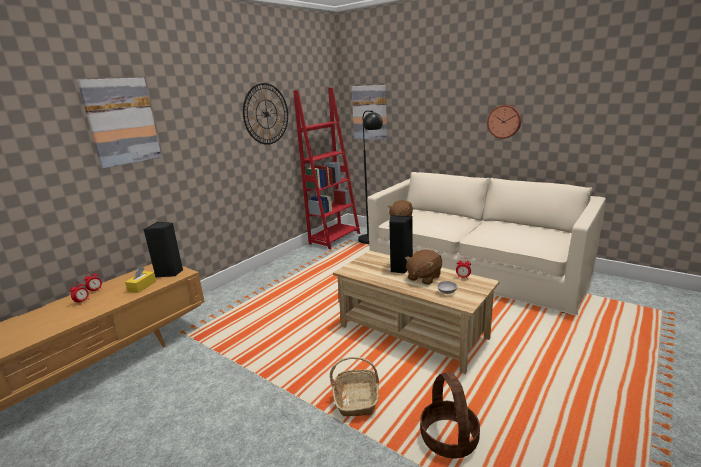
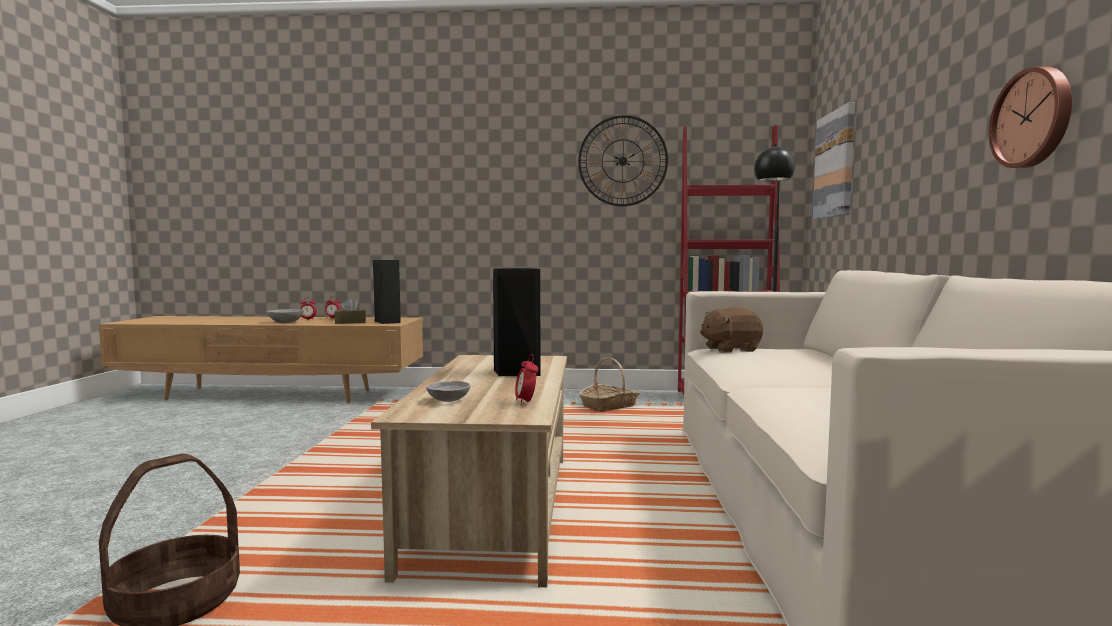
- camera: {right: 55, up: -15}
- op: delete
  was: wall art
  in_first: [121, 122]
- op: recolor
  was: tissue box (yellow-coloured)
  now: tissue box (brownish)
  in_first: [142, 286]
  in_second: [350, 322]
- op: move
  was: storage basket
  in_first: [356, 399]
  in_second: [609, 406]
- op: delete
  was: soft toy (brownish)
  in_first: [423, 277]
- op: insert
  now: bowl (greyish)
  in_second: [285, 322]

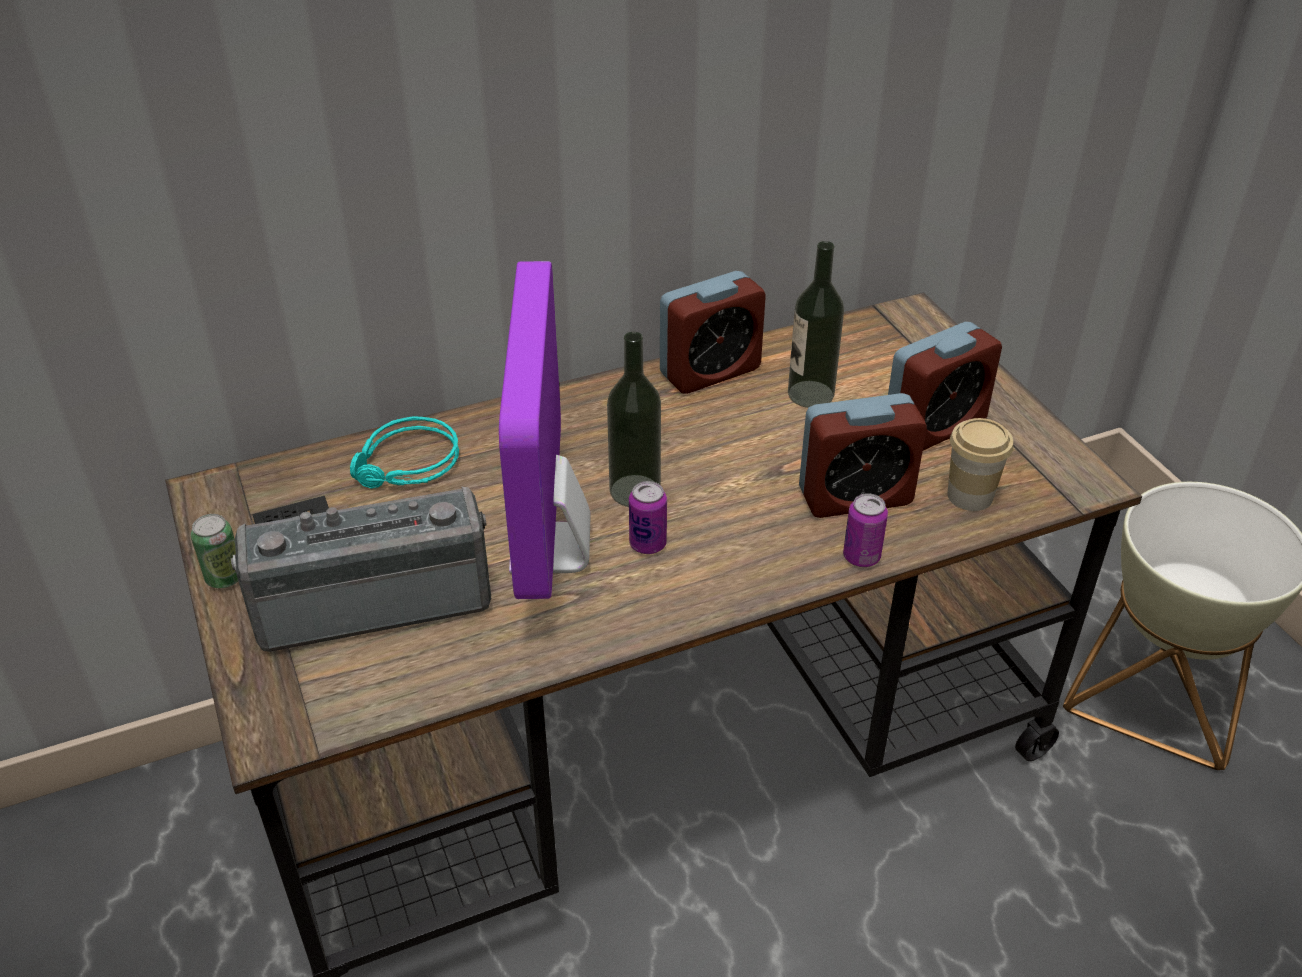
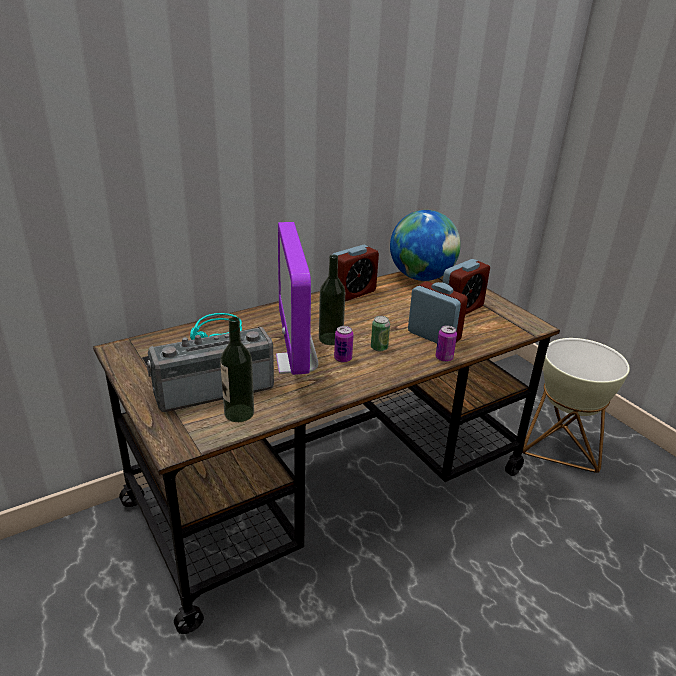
- camera: {right: -10, up: -10}
- op: move
  was: metal can
  in_first: [224, 577]
  in_second: [379, 348]
- op: move
  was: drink bottle
  in_first: [810, 394]
  in_second: [239, 413]
- op: rotate
  was: table clock
  in_first: [855, 496]
  in_second: [434, 336]
  clockwise: -120
- op: delete
  was: cup
  in_first: [970, 496]
- op: insert
  now: globe
  in_second: [421, 277]

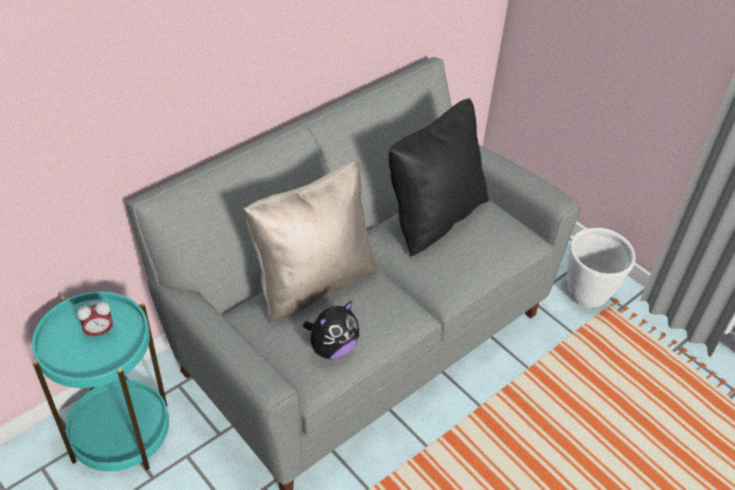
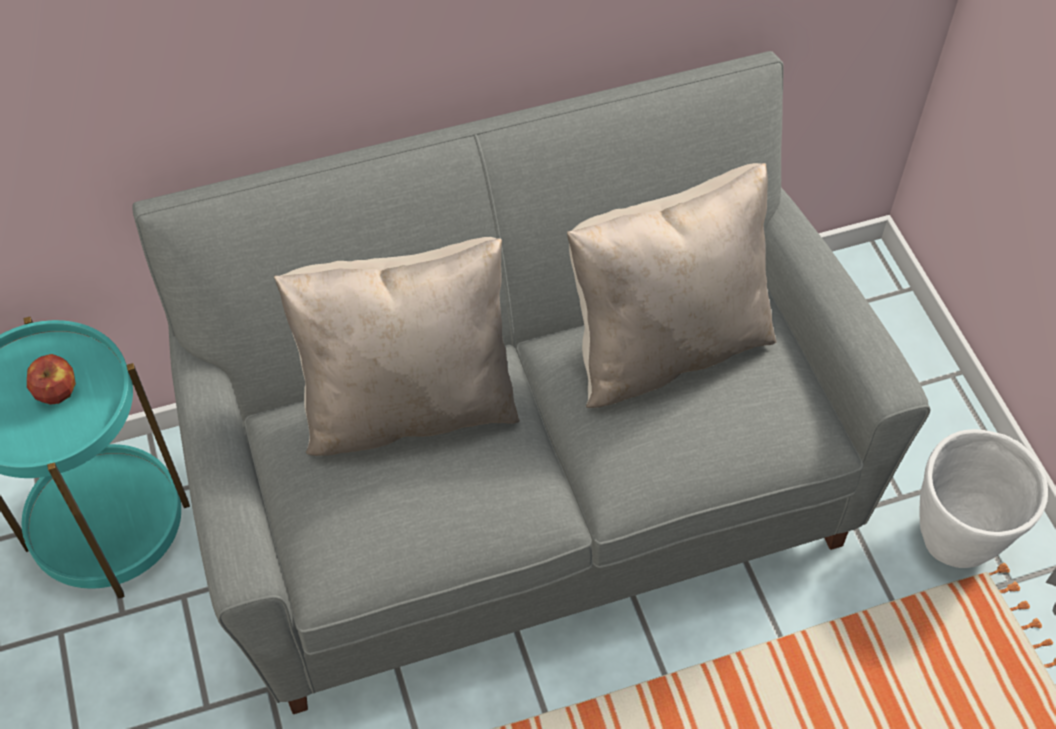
- camera: {right: 25, up: 10}
- op: replace
  was: table clock
  now: apple fruit
  in_first: [99, 332]
  in_second: [57, 391]
- op: delete
  was: soft toy
  in_first: [332, 348]
- op: recolor
  was: throw pillow (black)
  now: throw pillow (beige-coloured)
  in_first: [433, 217]
  in_second: [665, 345]

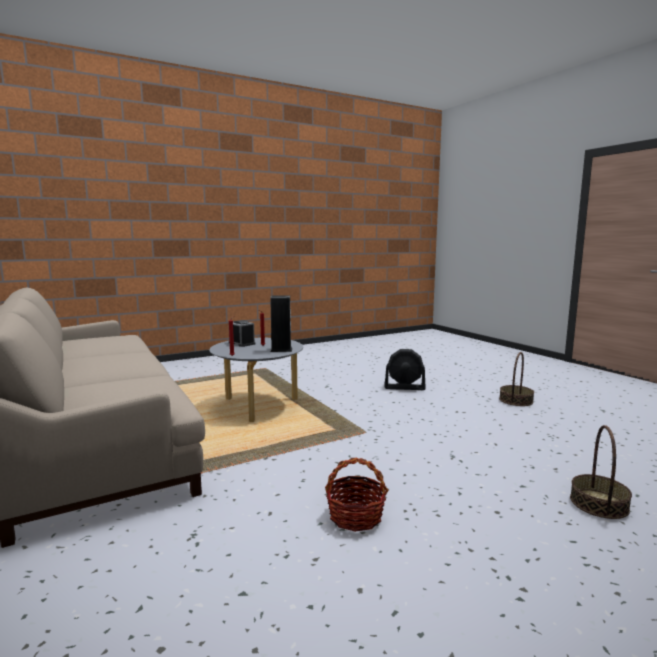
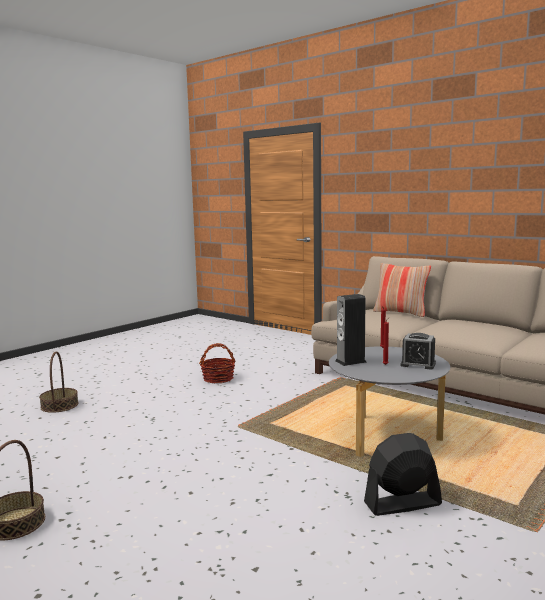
- camera: {right: 160, up: 0}
- op: move
  was: cooling fan (black)
  in_first: [404, 387]
  in_second: [402, 503]
- op: insert
  now: throw pillow
  in_second: [400, 313]

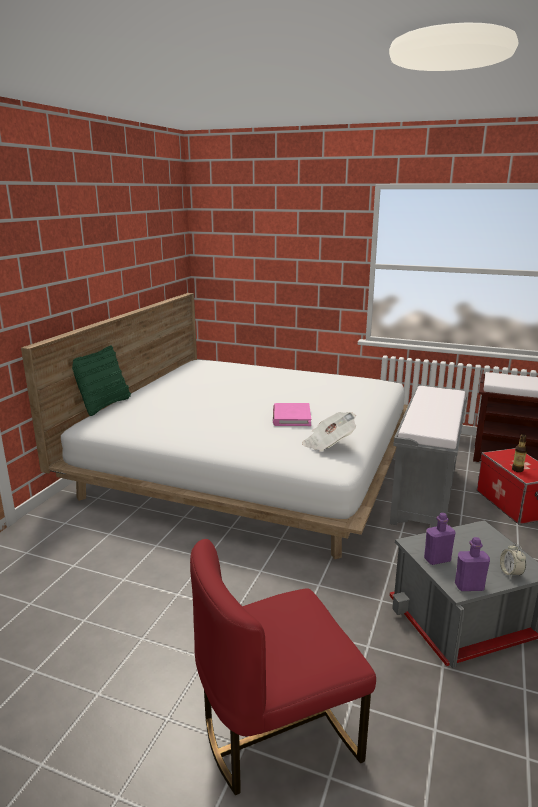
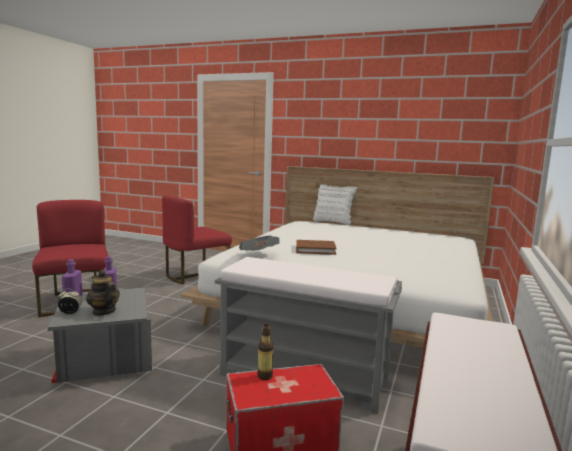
- camera: {right: 90, up: -10}
- op: recolor
  was: throw pillow (greenish)
  now: throw pillow (white)
  in_first: [104, 405]
  in_second: [333, 222]
- op: recolor
  was: bound book (pink)
  now: bound book (brownish)
  in_first: [291, 417]
  in_second: [315, 249]
- op: insert
  now: teapot
  in_second: [103, 311]
- op: insert
  now: chair (red-coloured)
  in_second: [195, 275]

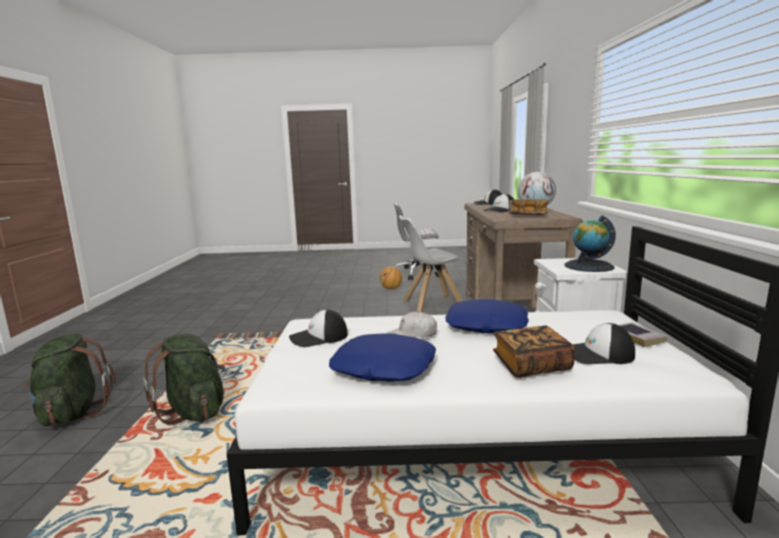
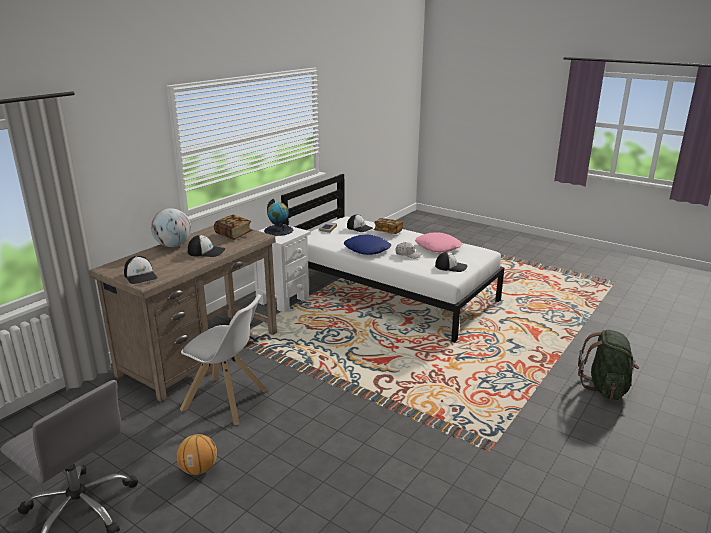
- camera: {right: -145, up: 10}
- op: delete
  was: knapsack (greenish)
  in_first: [194, 411]
- op: recolor
  was: throw pillow (bluish)
  now: throw pillow (pink)
  in_first: [383, 368]
  in_second: [438, 247]

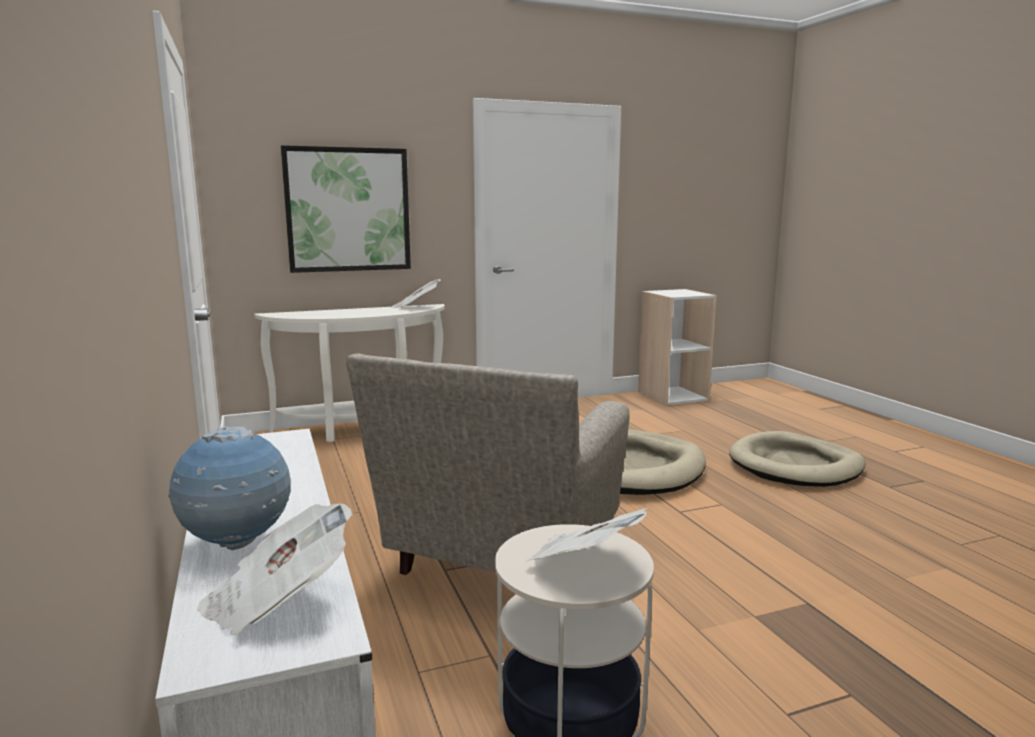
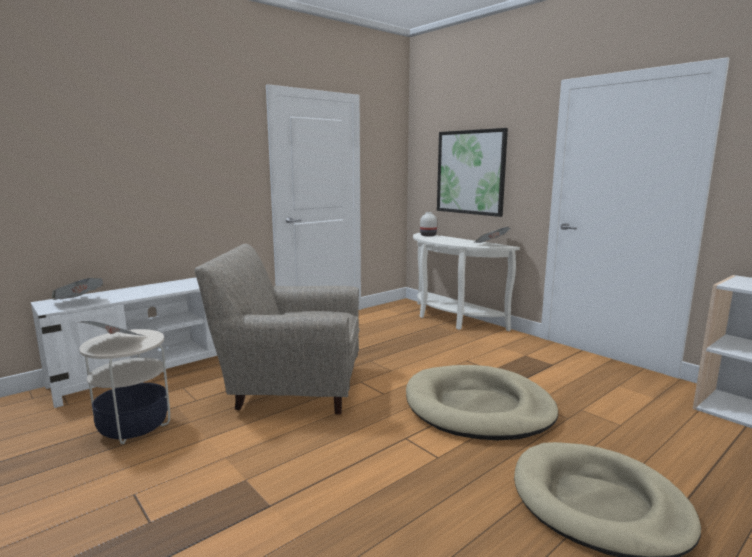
- camera: {right: 70, up: 0}
- op: delete
  was: globe
  in_first: [237, 544]
- op: insert
  now: vase (white)
  in_second: [428, 235]

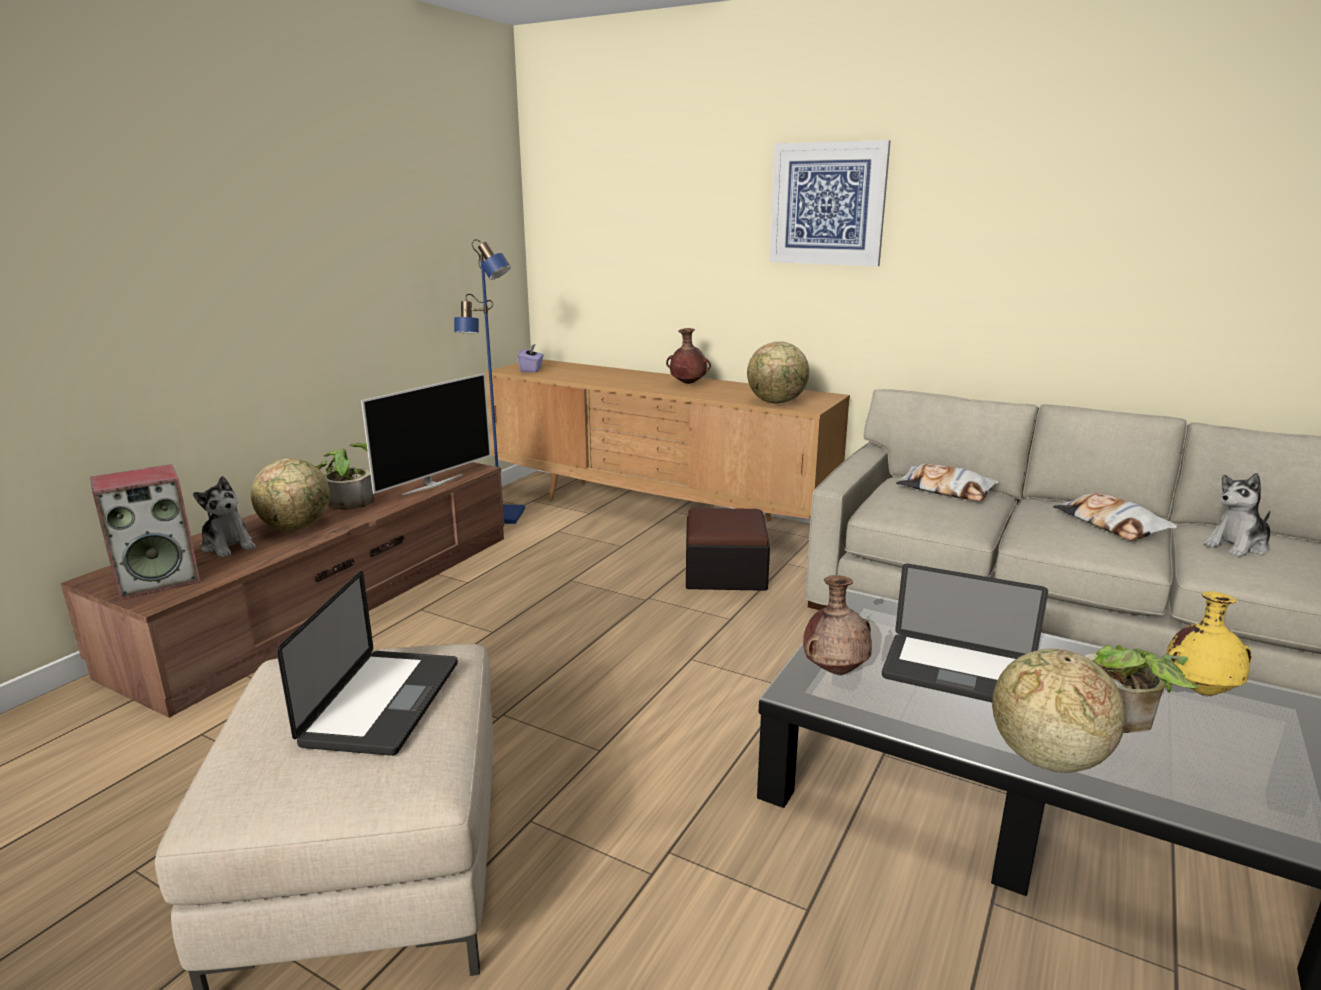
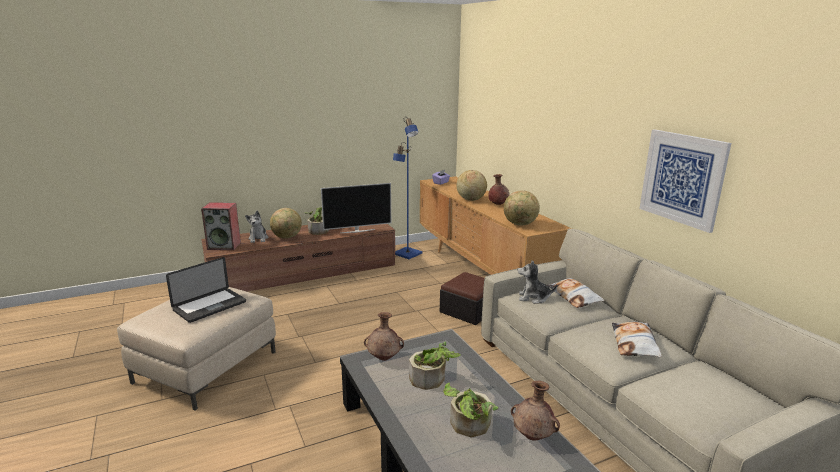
- camera: {right: 35, up: 0}
- op: move
  was: wall art
  in_first: [827, 204]
  in_second: [682, 178]
- op: replace
  was: laptop
  now: potted plant
  in_first: [958, 673]
  in_second: [432, 380]
- op: move
  was: globe
  in_first: [1046, 758]
  in_second: [470, 199]
- op: recolor
  was: vase (yellow-coloured)
  now: vase (brownish)
  in_first: [1200, 690]
  in_second: [533, 436]
- op: move
  was: soft toy
  in_first: [1237, 546]
  in_second: [533, 298]

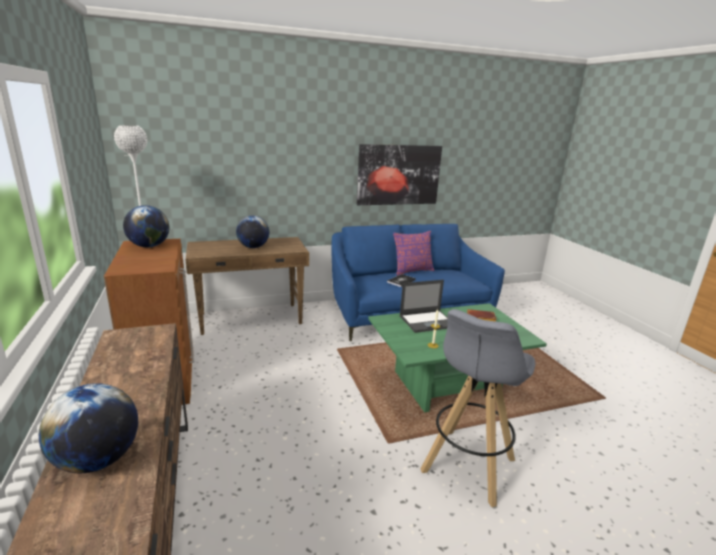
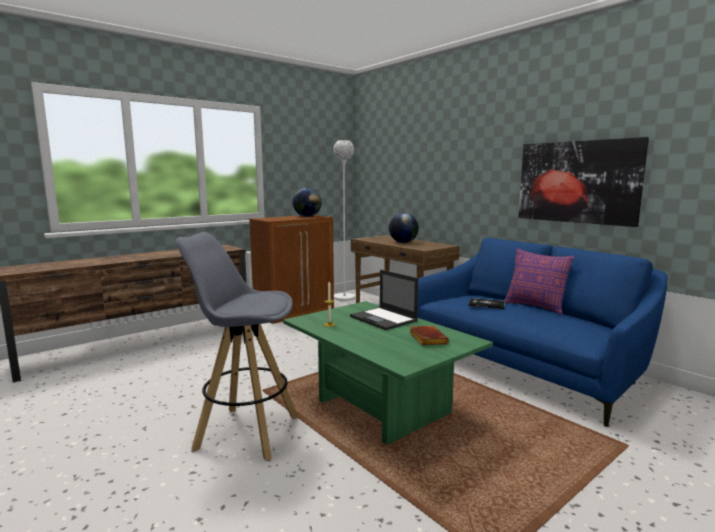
- camera: {right: 70, up: -10}
- op: delete
  was: globe
  in_first: [98, 460]

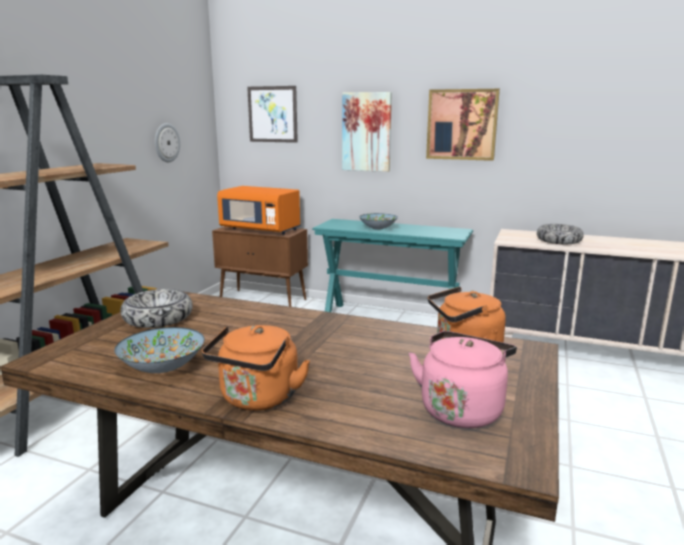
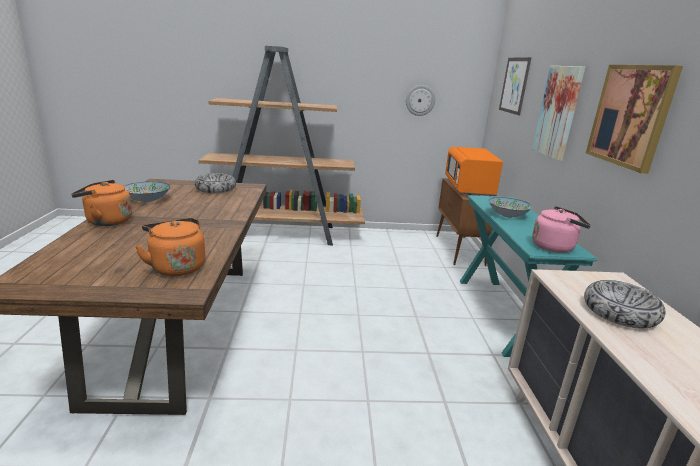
- camera: {right: 65, up: 5}
- op: move
  was: kettle (pink)
  in_first: [462, 409]
  in_second: [555, 247]

